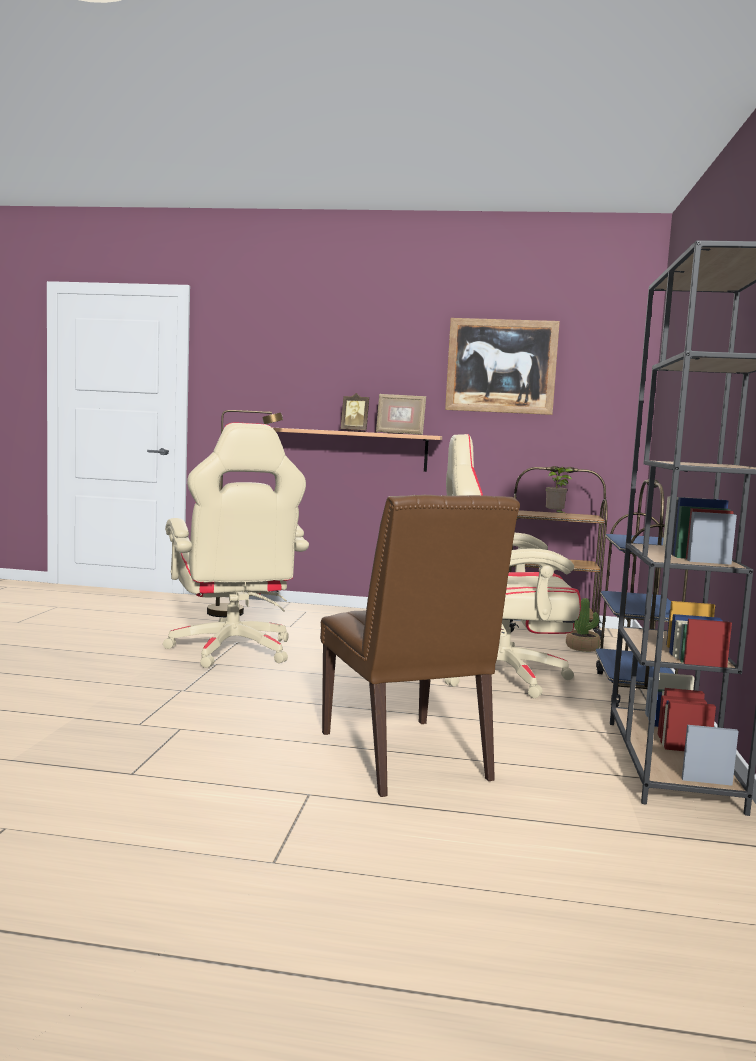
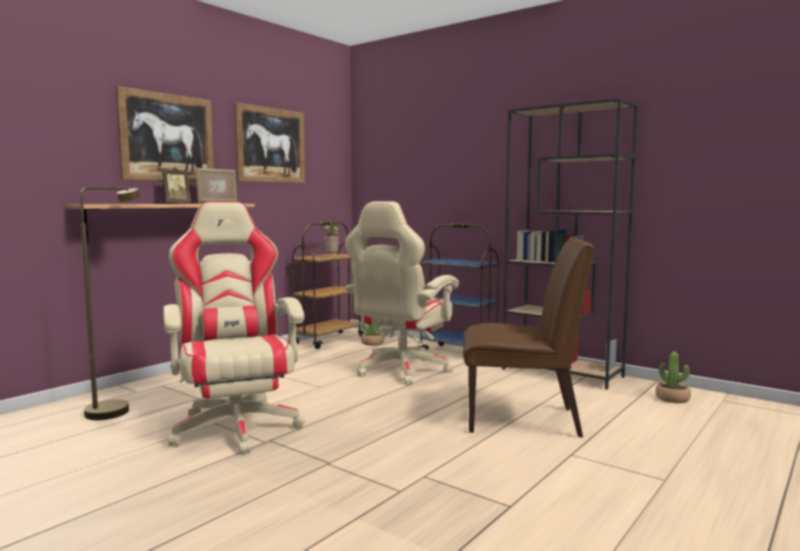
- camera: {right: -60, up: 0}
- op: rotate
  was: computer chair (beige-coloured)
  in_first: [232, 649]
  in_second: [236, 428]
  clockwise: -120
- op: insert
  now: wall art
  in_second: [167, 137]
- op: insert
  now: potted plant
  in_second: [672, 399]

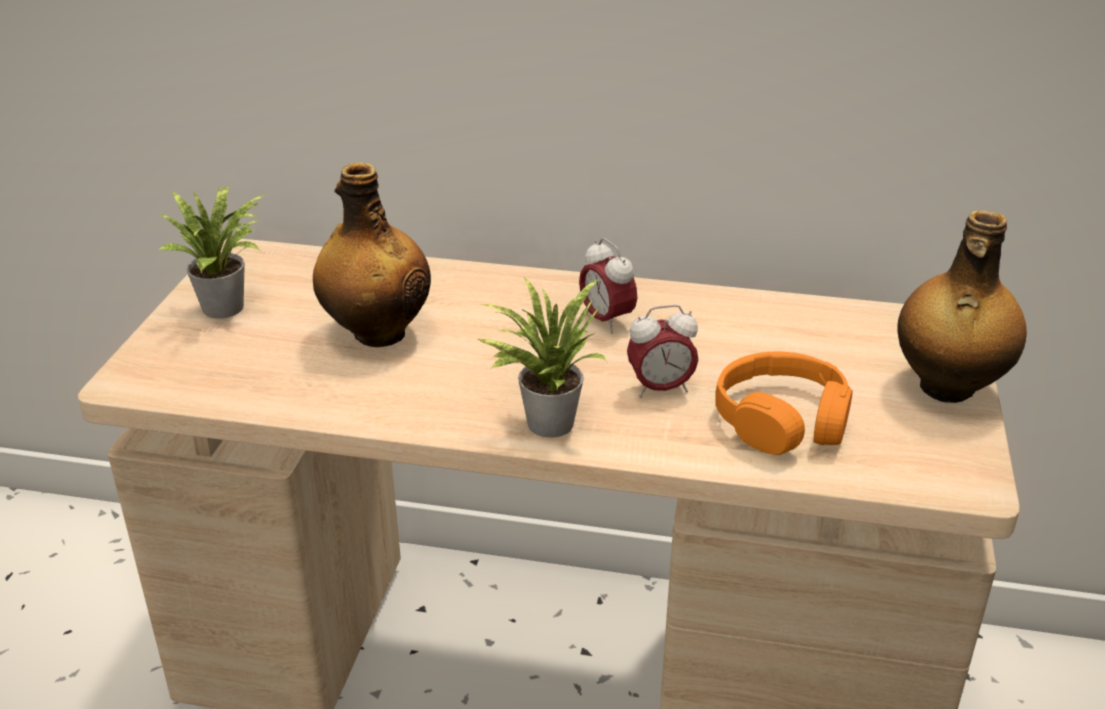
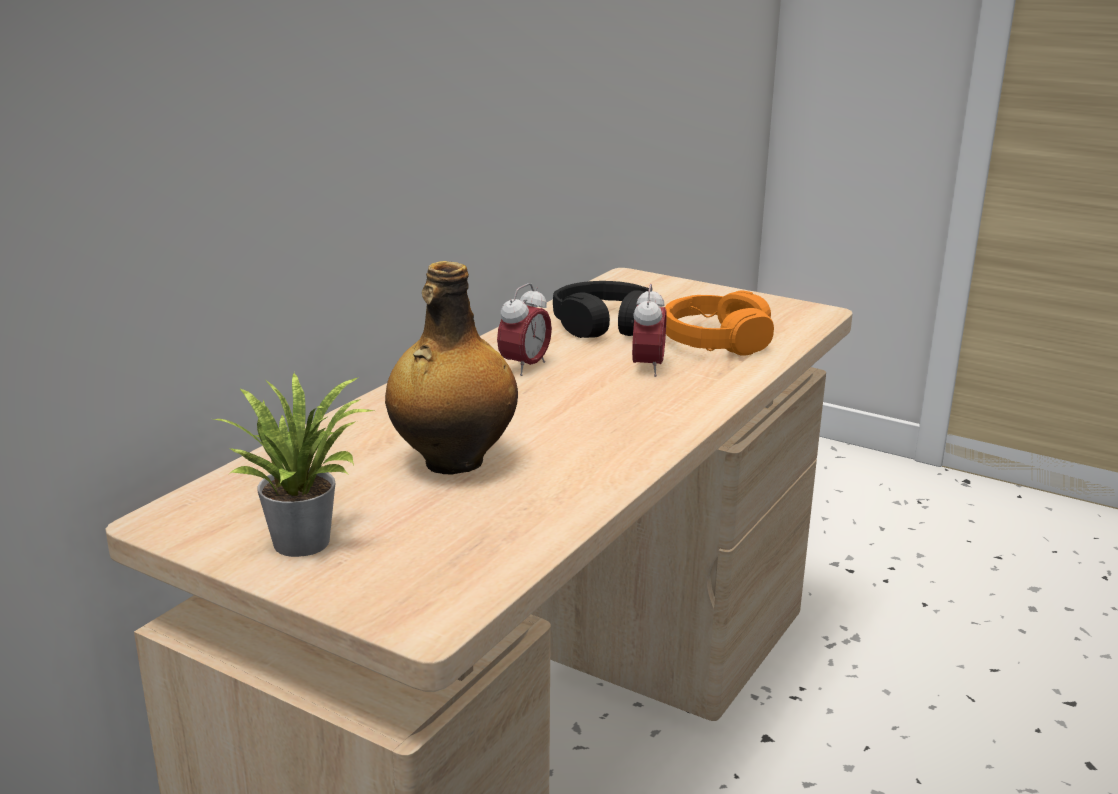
- camera: {right: -70, up: -10}
- op: delete
  was: potted plant
  in_first: [545, 421]
- op: rotate
  was: table clock
  in_first: [606, 320]
  in_second: [524, 367]
  clockwise: -45
- op: delete
  was: drink bottle
  in_first: [946, 388]
- op: insert
  now: headset (black)
  in_second: [604, 325]

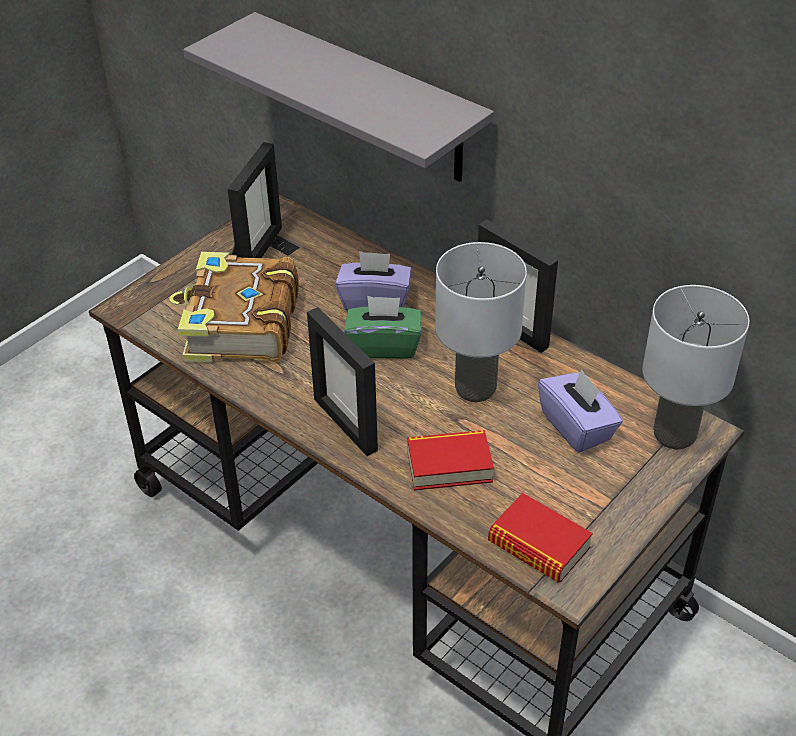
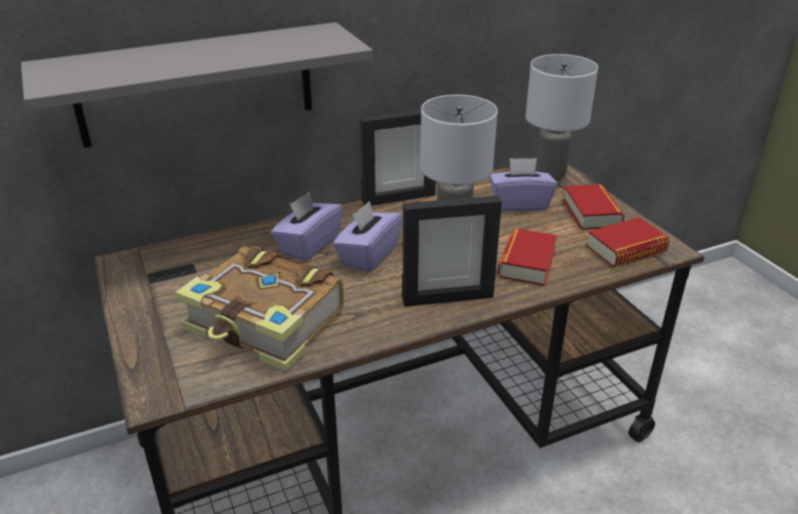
- camera: {right: -65, up: -10}
- op: delete
  was: photo frame
  in_first: [259, 250]
- op: recolor
  was: tissue box (greenish)
  now: tissue box (purplish)
  in_first: [384, 346]
  in_second: [368, 255]
- op: insert
  now: bound book
  in_second: [591, 213]

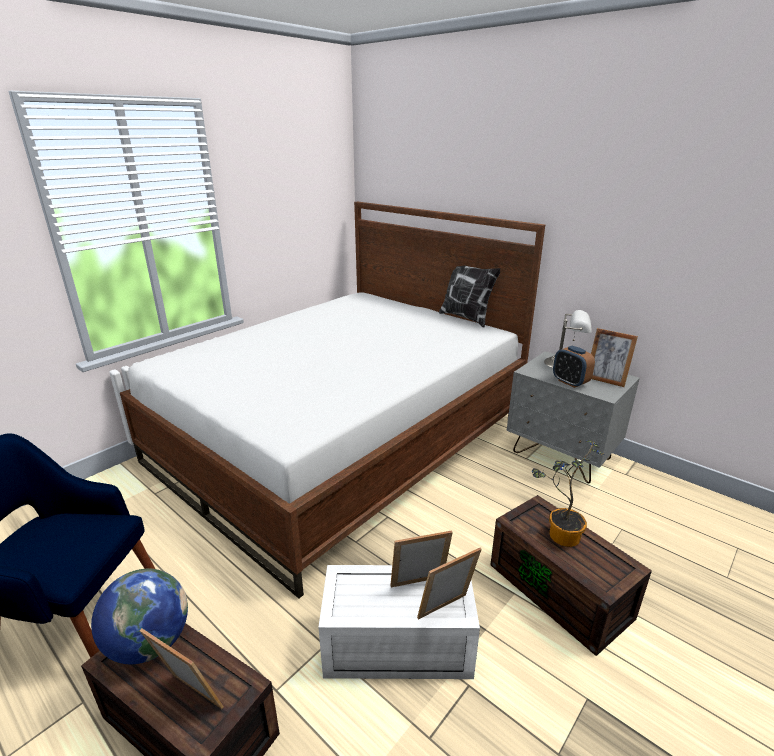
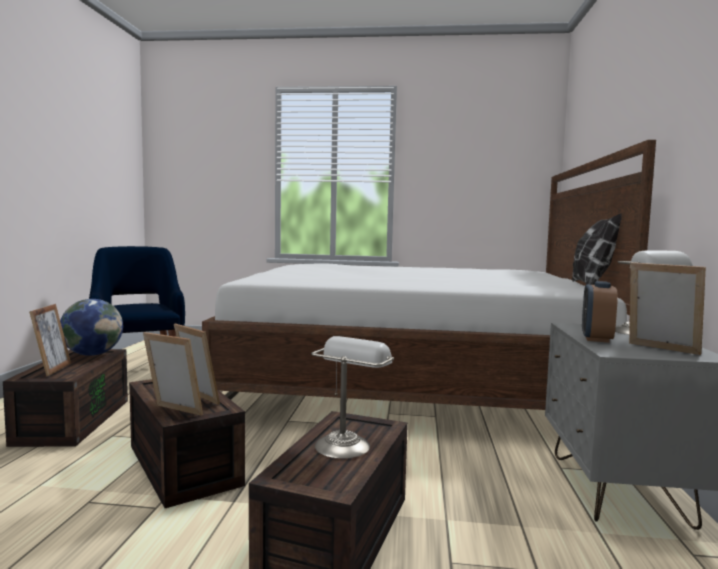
- camera: {right: 55, up: -20}
- op: recolor
  was: storage bin (white)
  now: storage bin (brownish)
  in_first: [395, 646]
  in_second: [180, 464]
- op: replace
  was: potted plant
  now: table lamp (white)
  in_first: [559, 534]
  in_second: [347, 441]
- op: rotate
  was: photo frame
  in_first: [605, 380]
  in_second: [661, 350]
  clockwise: 135

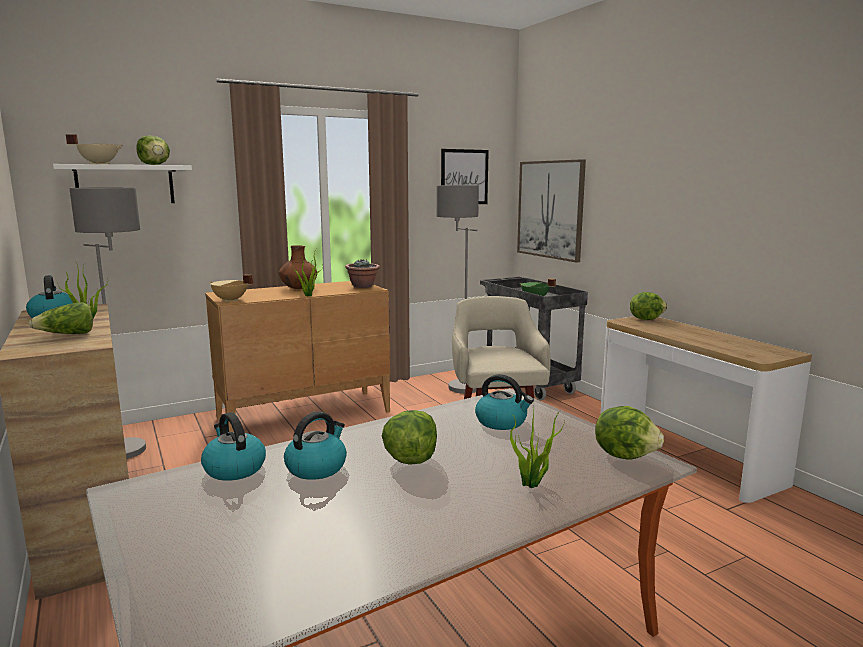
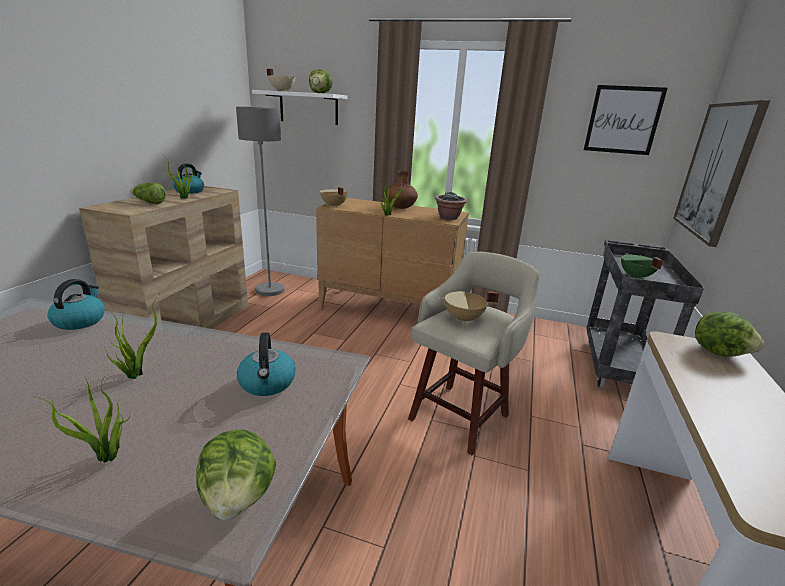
- camera: {right: 45, up: 10}
- op: delete
  was: kettle
  in_first: [316, 467]
- op: replace
  was: lettuce
  now: potted plant
  in_first: [410, 459]
  in_second: [136, 373]
- op: delete
  was: standing lamp (greyish)
  in_first: [458, 385]
- op: insert
  now: stockpot (beige-coloured)
  in_second: [463, 319]

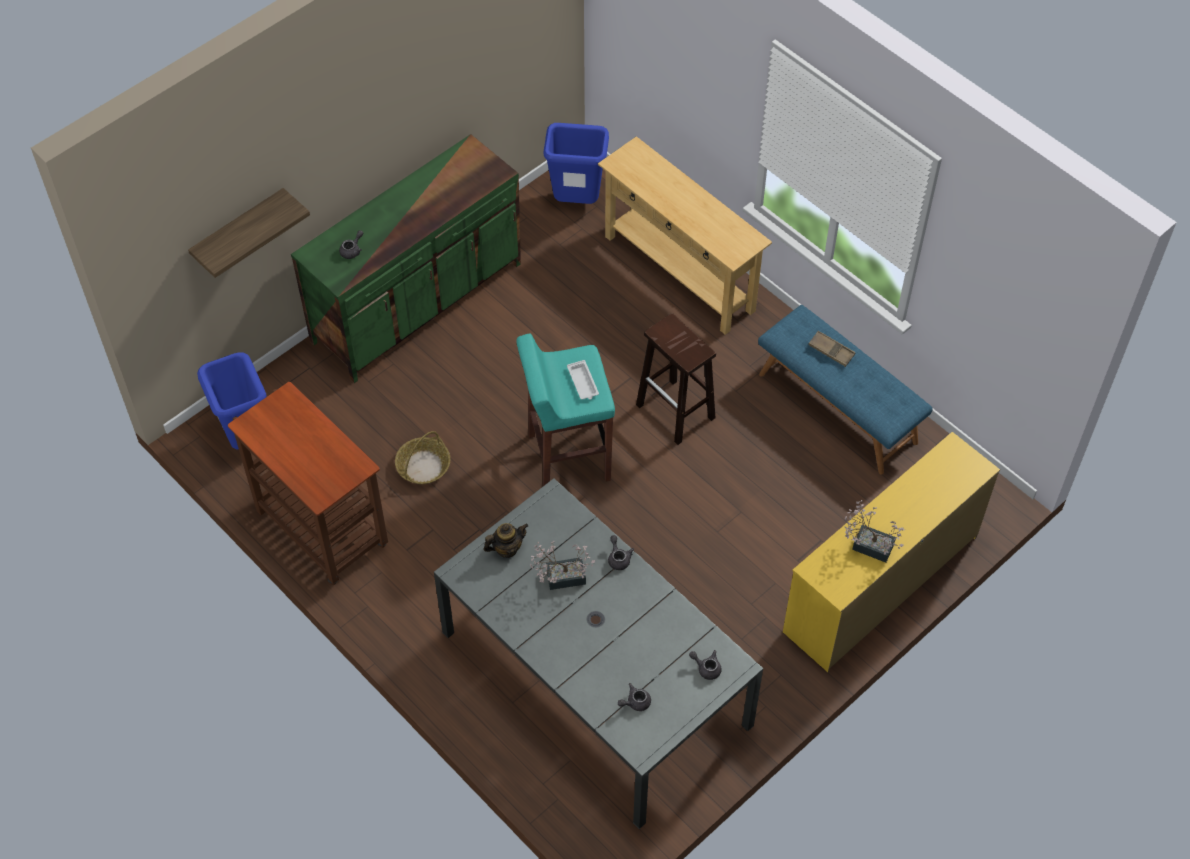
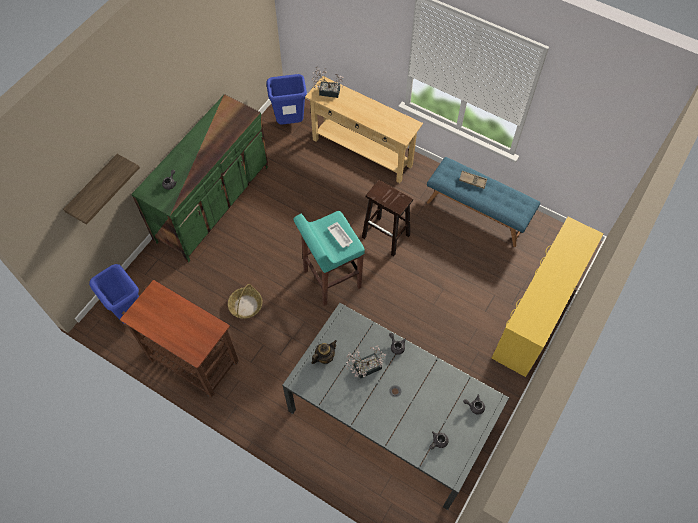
- camera: {right: -15, up: 5}
- op: move
  was: potted plant
  in_first: [868, 544]
  in_second: [327, 91]

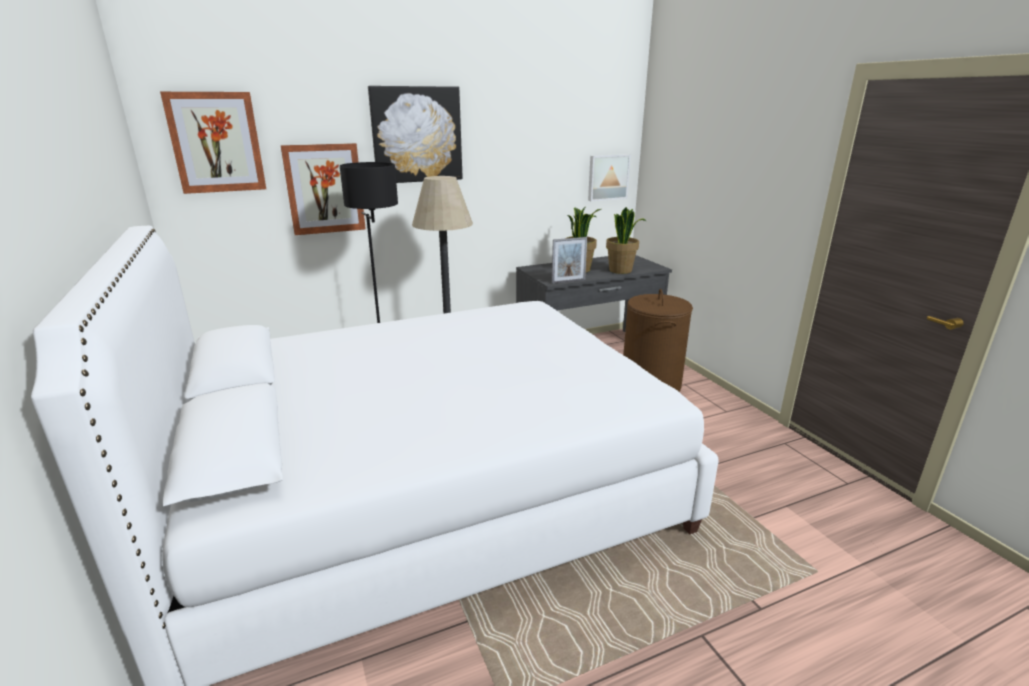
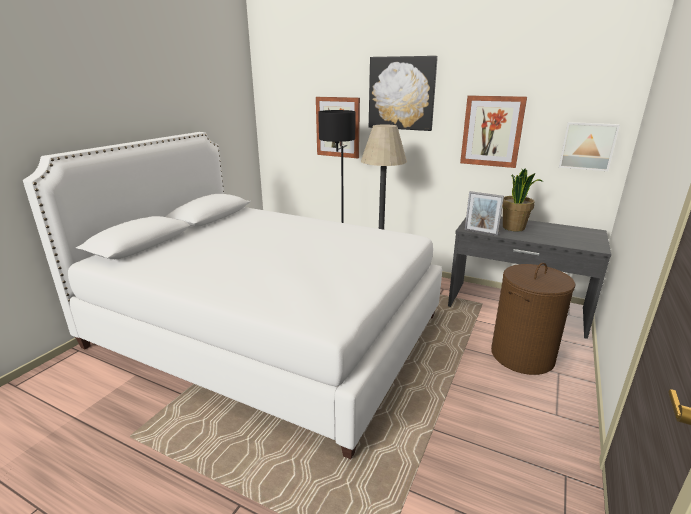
- camera: {right: 50, up: 0}
- op: move
  was: wall art
  in_first: [216, 142]
  in_second: [492, 131]
- op: delete
  was: potted plant
  in_first: [621, 270]

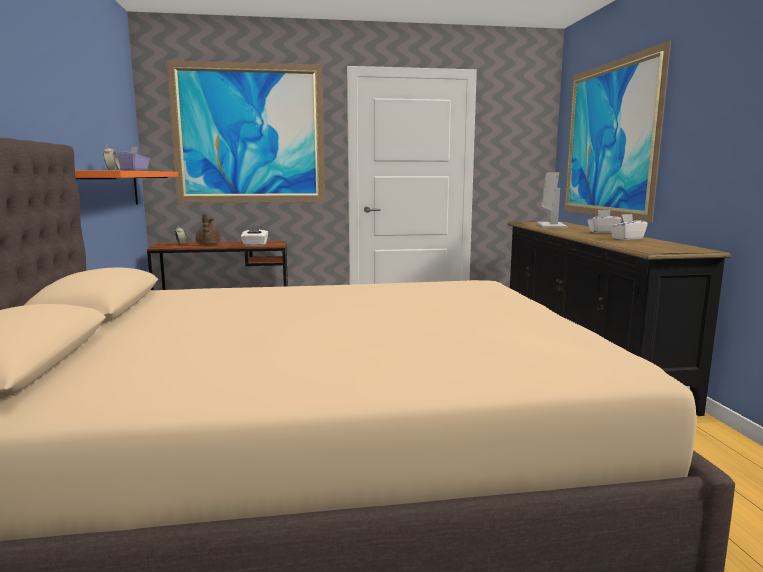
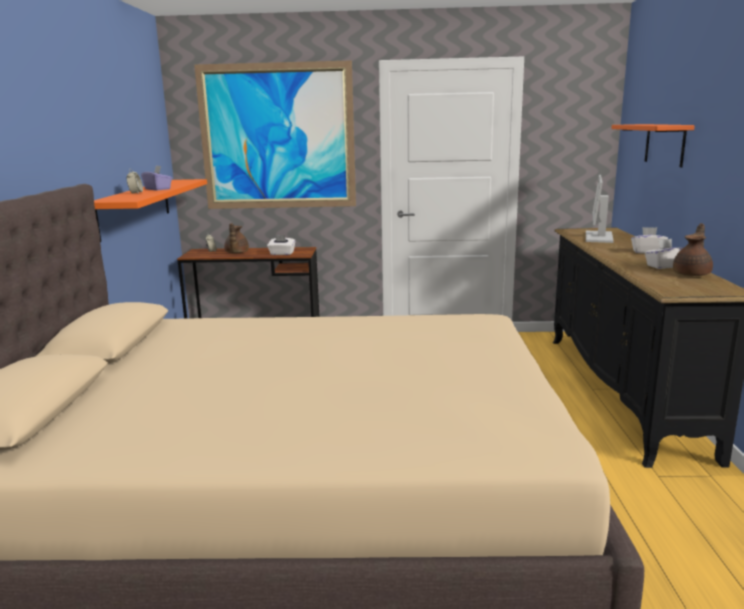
- camera: {right: 10, up: 5}
- op: replace
  was: wall art
  now: shelf (orangey)
  in_first: [608, 140]
  in_second: [664, 144]
- op: insert
  now: teapot (brownish)
  in_second: [692, 274]

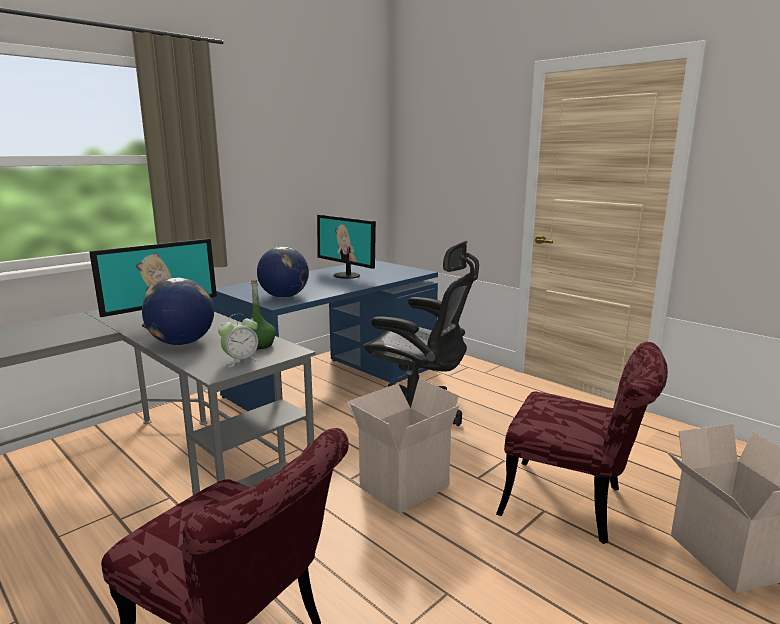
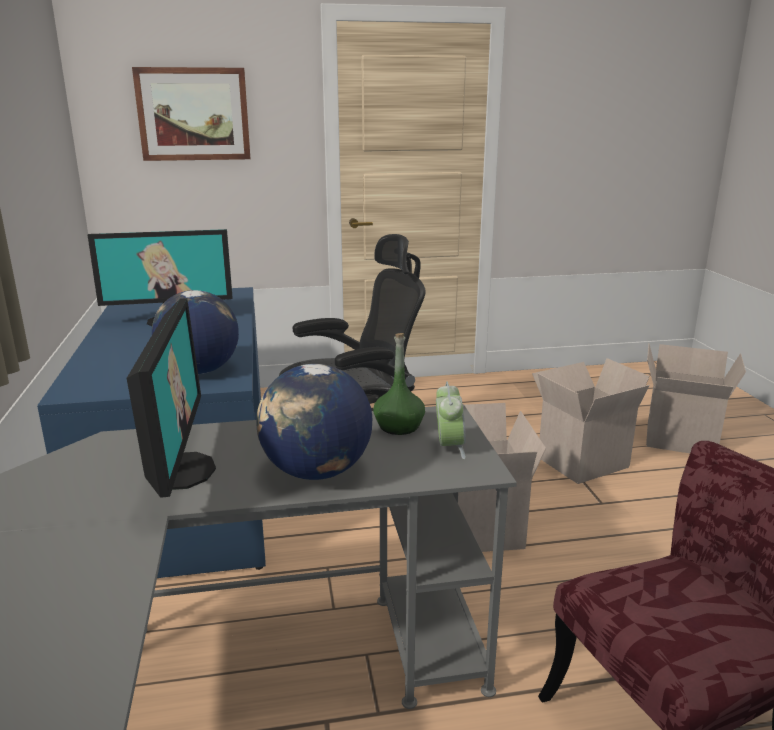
- camera: {right: -55, up: 5}
- op: replace
  was: chair (red-coloured)
  now: packing box
  in_first: [575, 504]
  in_second: [582, 461]
- op: insert
  now: wall art
  in_second: [193, 114]

